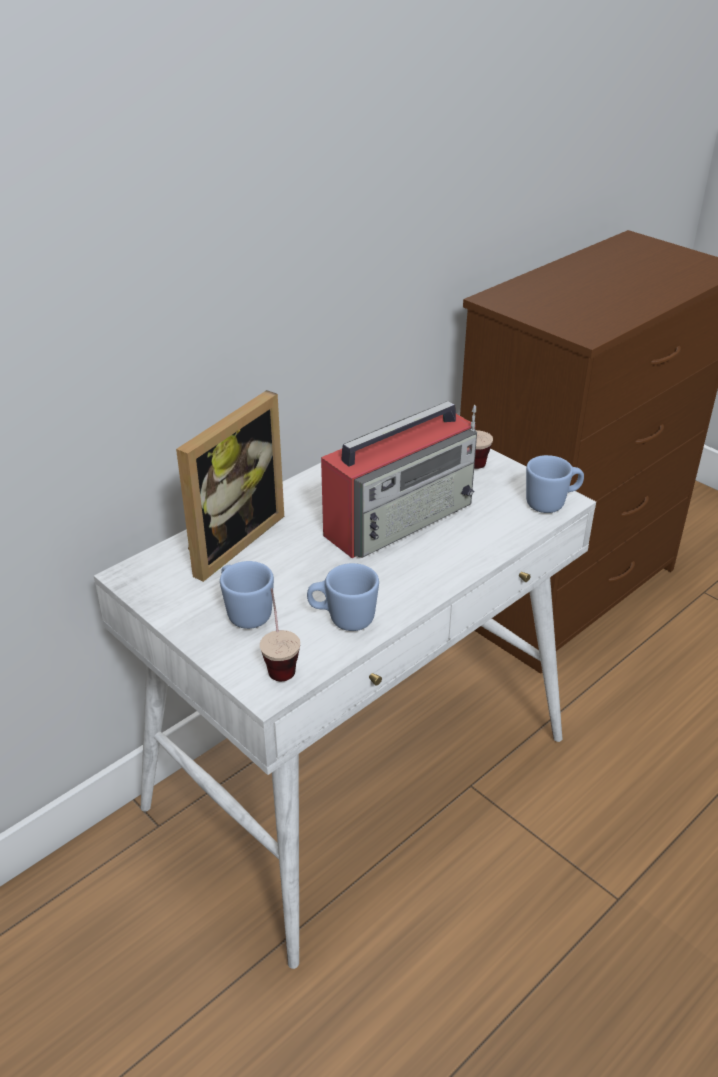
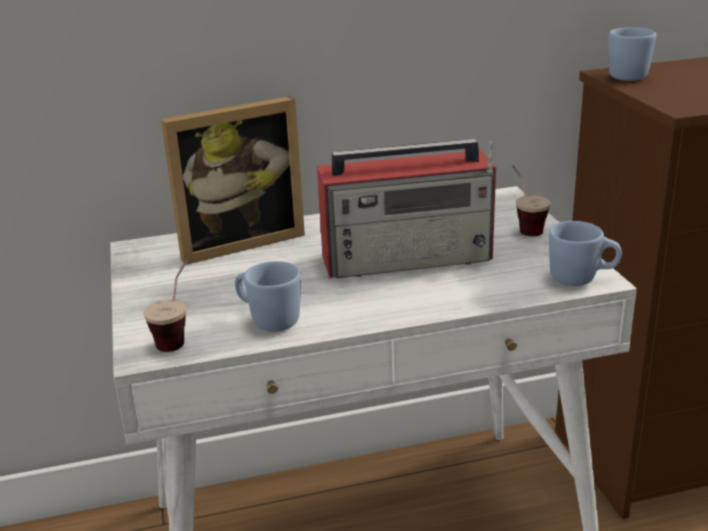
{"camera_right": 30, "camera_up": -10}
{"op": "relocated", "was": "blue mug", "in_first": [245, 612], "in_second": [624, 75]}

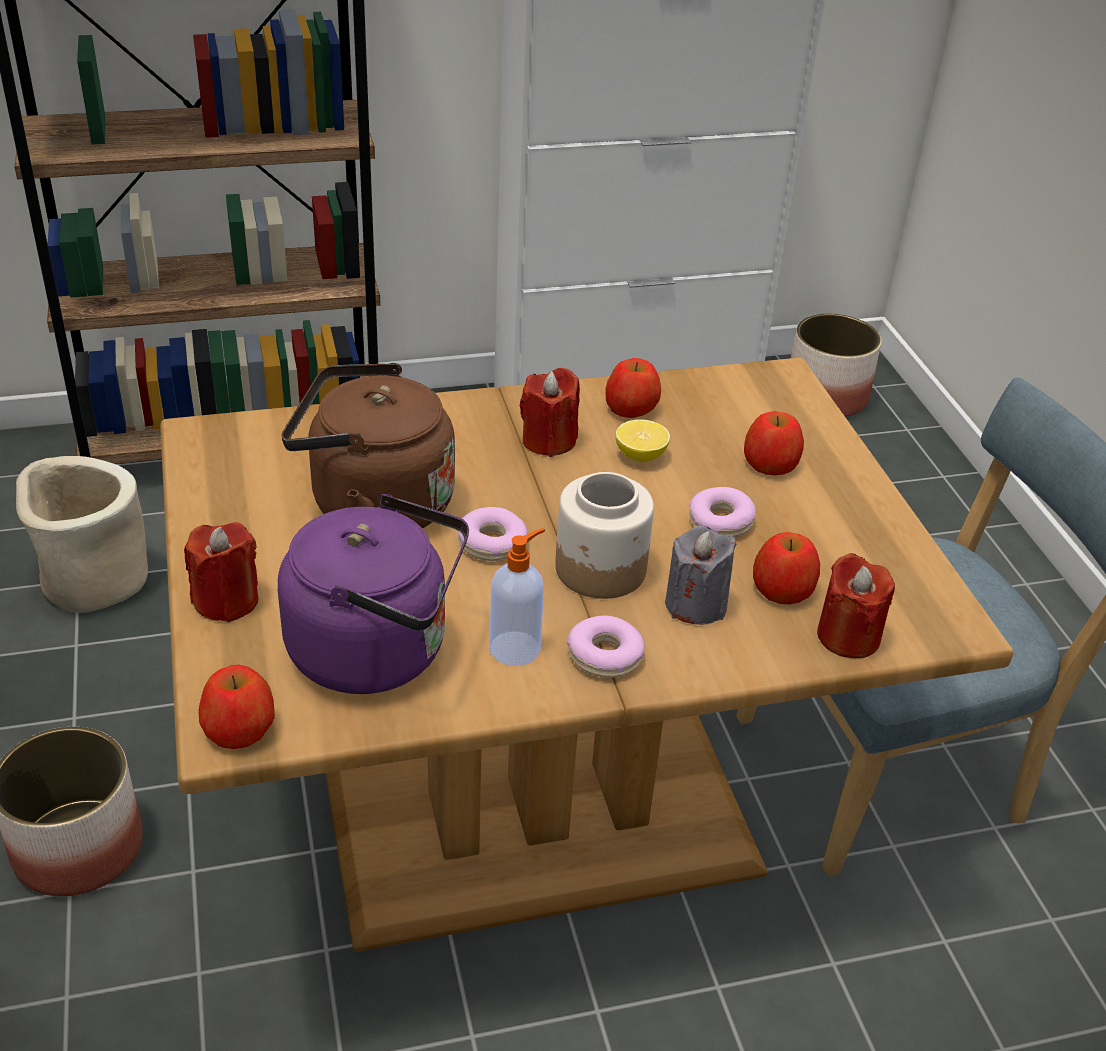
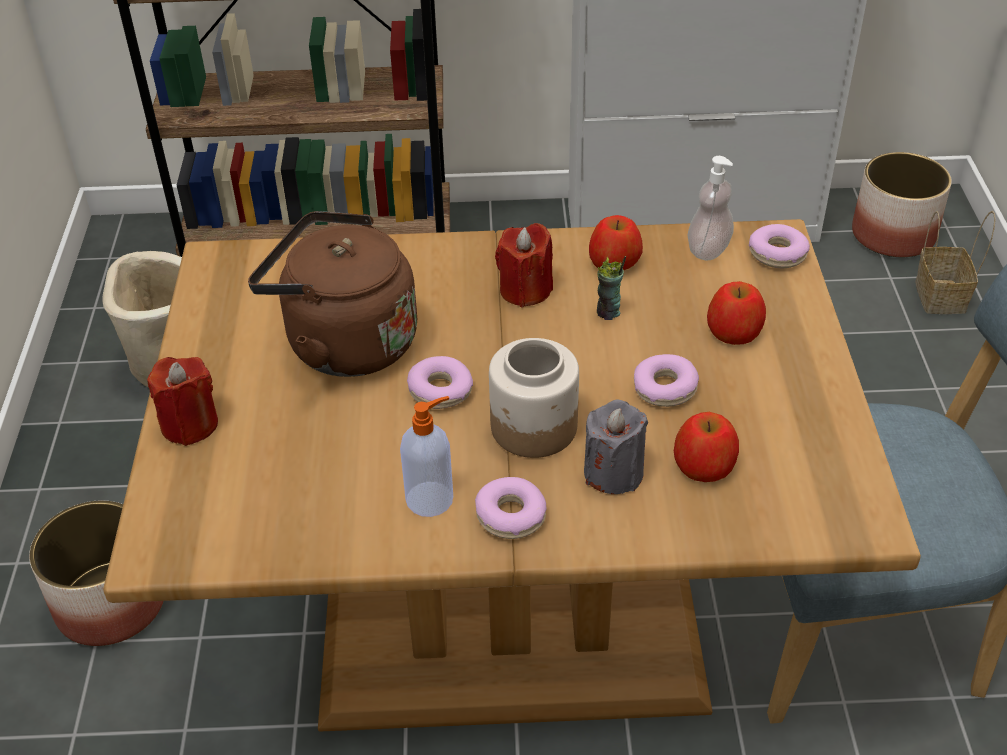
{"camera_right": 15, "camera_up": 5}
{"op": "exchanged", "was": "lemon", "now": "cup", "in_first": [640, 456], "in_second": [608, 313]}
{"op": "appeared", "now": "soap dispenser", "in_second": [708, 249]}
{"op": "appeared", "now": "donut", "in_second": [777, 254]}
{"op": "appeared", "now": "basket", "in_second": [942, 298]}
{"op": "missing", "was": "apple", "in_first": [239, 729]}
{"op": "missing", "was": "purple kettle", "in_first": [378, 651]}
{"op": "missing", "was": "red candle", "in_first": [848, 636]}

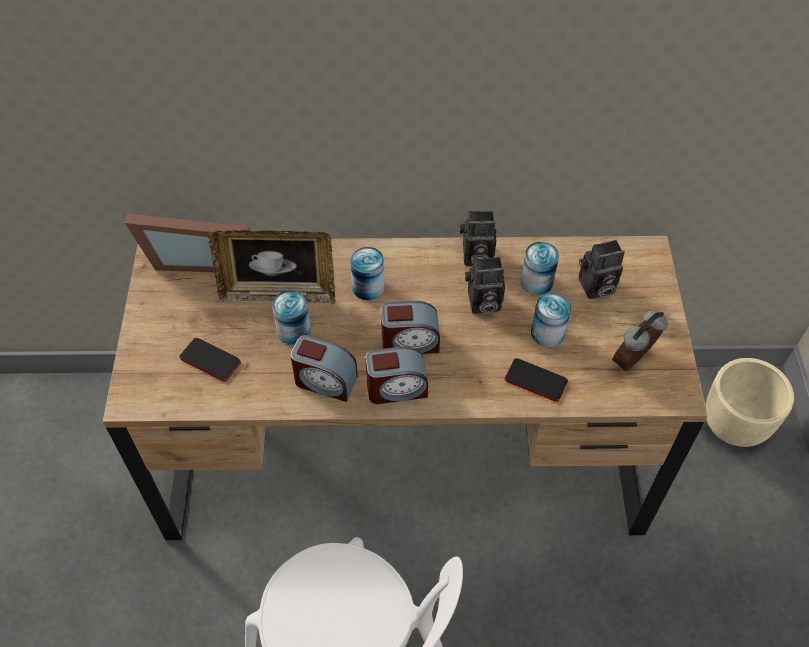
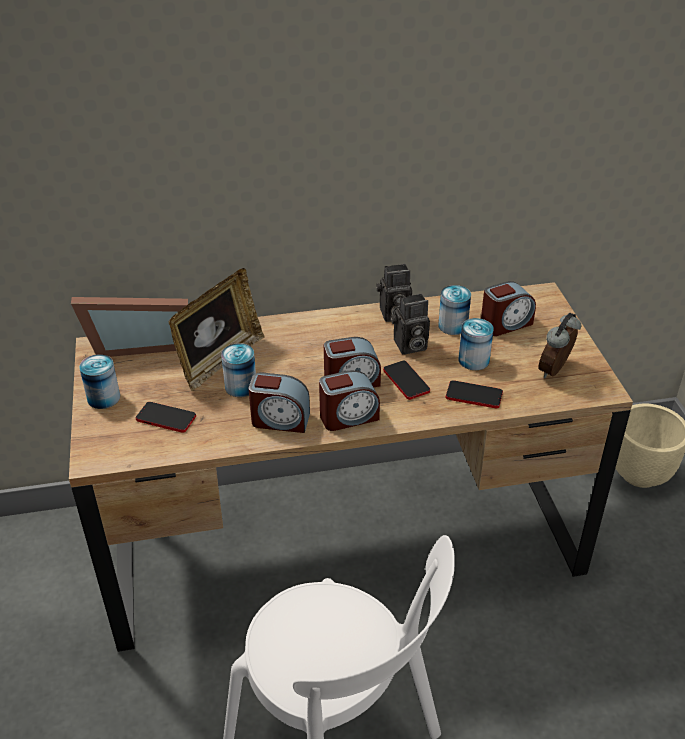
{"camera_right": -10, "camera_up": -15}
{"op": "relocated", "was": "can", "in_first": [368, 287], "in_second": [103, 398]}
{"op": "spun", "was": "picture frame", "in_first": [278, 293], "in_second": [219, 360], "clockwise": -45}
{"op": "appeared", "now": "phone", "in_second": [406, 381]}
{"op": "exchanged", "was": "photo camera", "now": "alarm clock", "in_first": [595, 288], "in_second": [505, 324]}

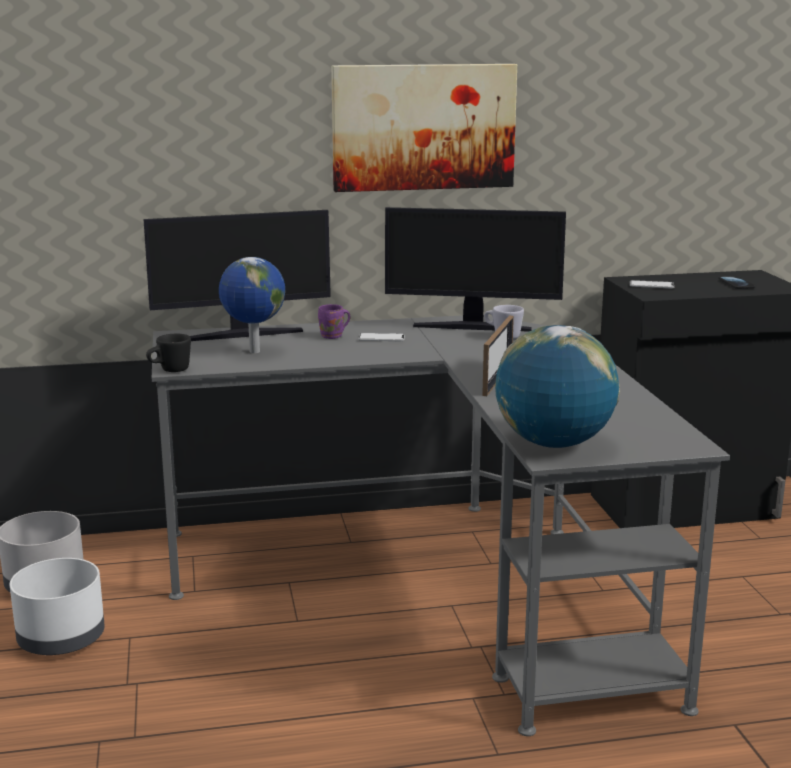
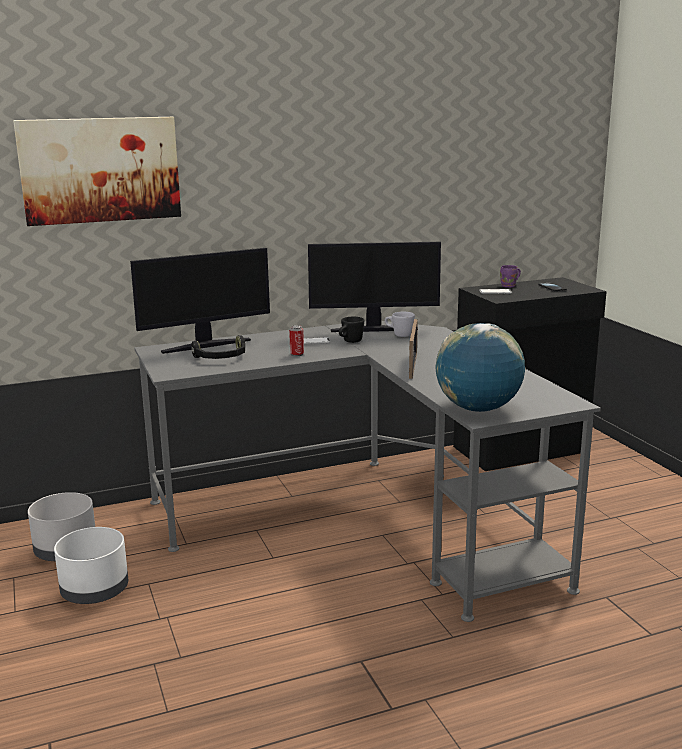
{"camera_right": -10, "camera_up": 0}
{"op": "relocated", "was": "picture", "in_first": [423, 127], "in_second": [100, 170]}
{"op": "exchanged", "was": "globe", "now": "black headphones", "in_first": [253, 352], "in_second": [221, 358]}
{"op": "appeared", "now": "can", "in_second": [297, 354]}
{"op": "relocated", "was": "black mug", "in_first": [169, 370], "in_second": [350, 342]}
{"op": "relocated", "was": "purple mug", "in_first": [333, 336], "in_second": [509, 286]}

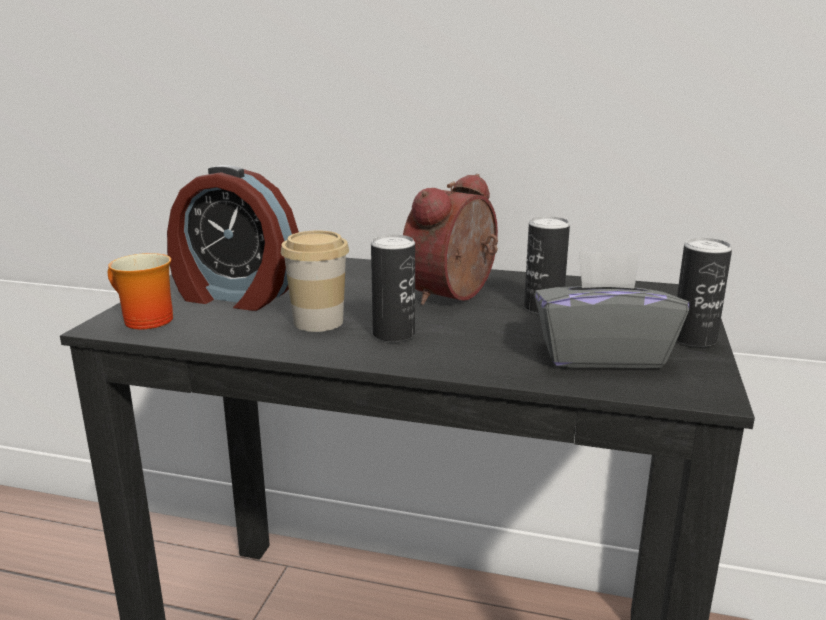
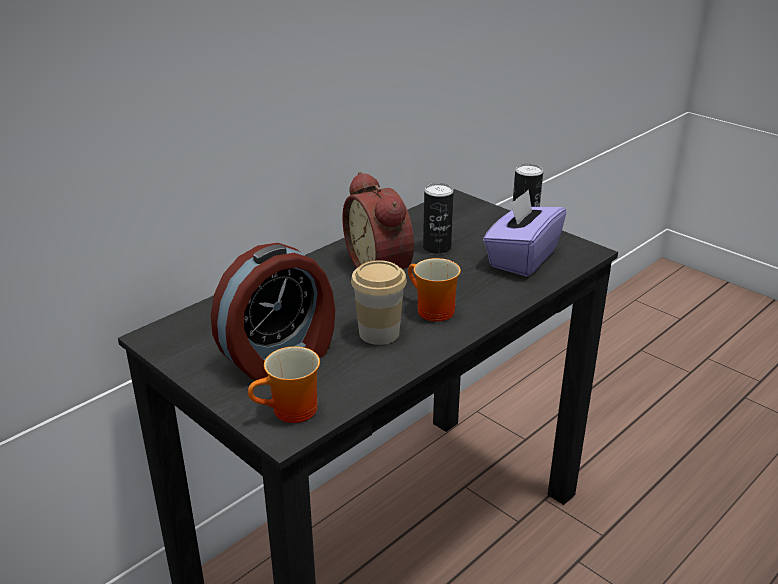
{"camera_right": -60, "camera_up": 10}
{"op": "exchanged", "was": "can", "now": "mug", "in_first": [393, 334], "in_second": [430, 311]}
{"op": "colour", "was": "grey tissue box", "now": "purple tissue box", "in_first": [601, 354], "in_second": [521, 258]}

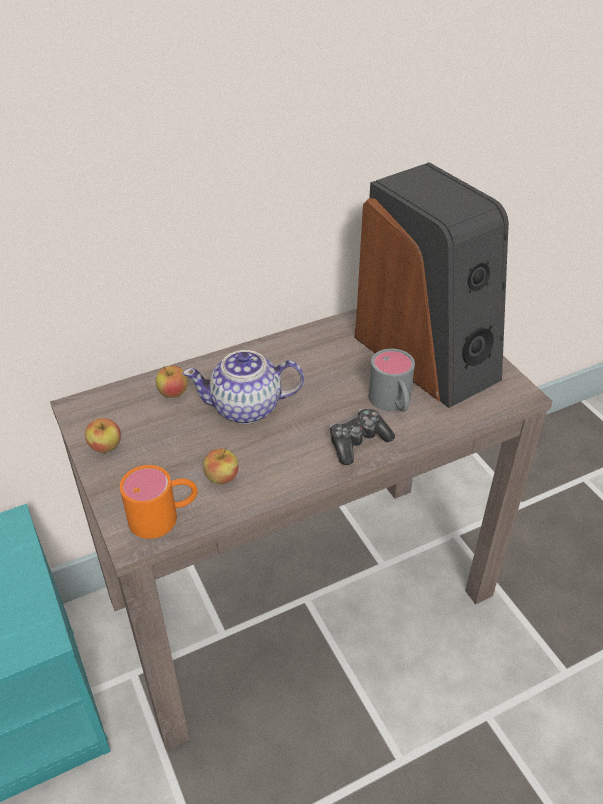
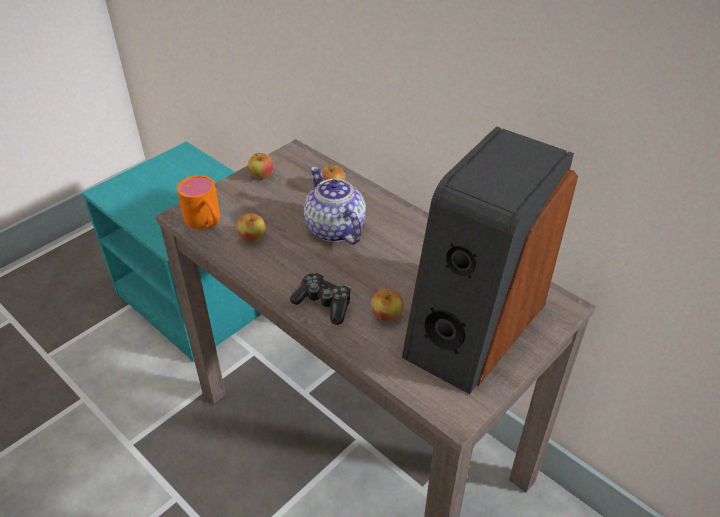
{"camera_right": 70, "camera_up": 0}
{"op": "exchanged", "was": "grey mug", "now": "apple", "in_first": [393, 403], "in_second": [386, 315]}

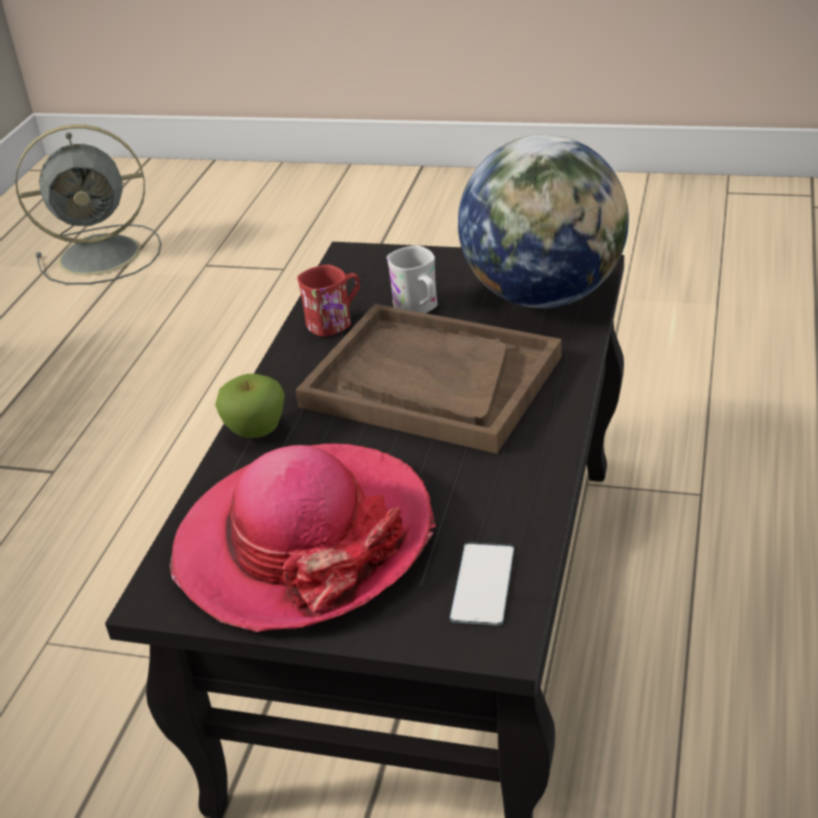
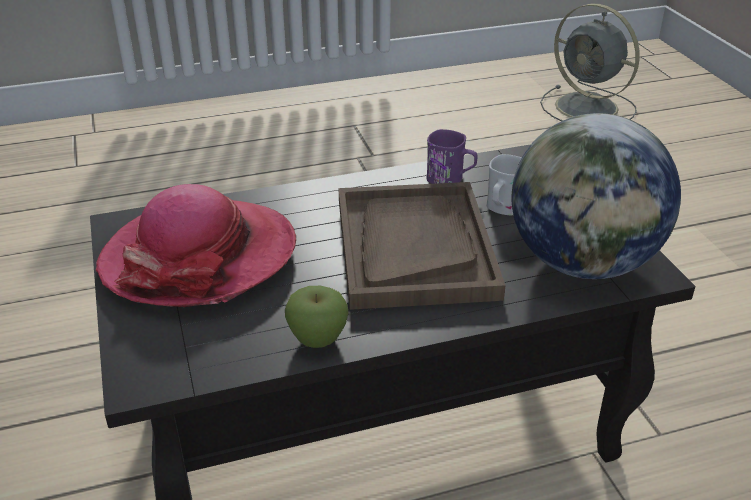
{"camera_right": 55, "camera_up": 0}
{"op": "relocated", "was": "apple", "in_first": [256, 431], "in_second": [318, 339]}
{"op": "colour", "was": "red mug", "now": "purple mug", "in_first": [335, 321], "in_second": [450, 179]}
{"op": "missing", "was": "phone", "in_first": [483, 584]}

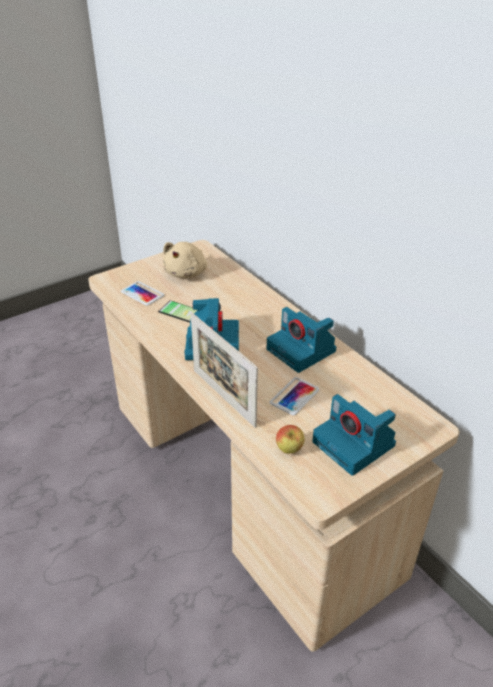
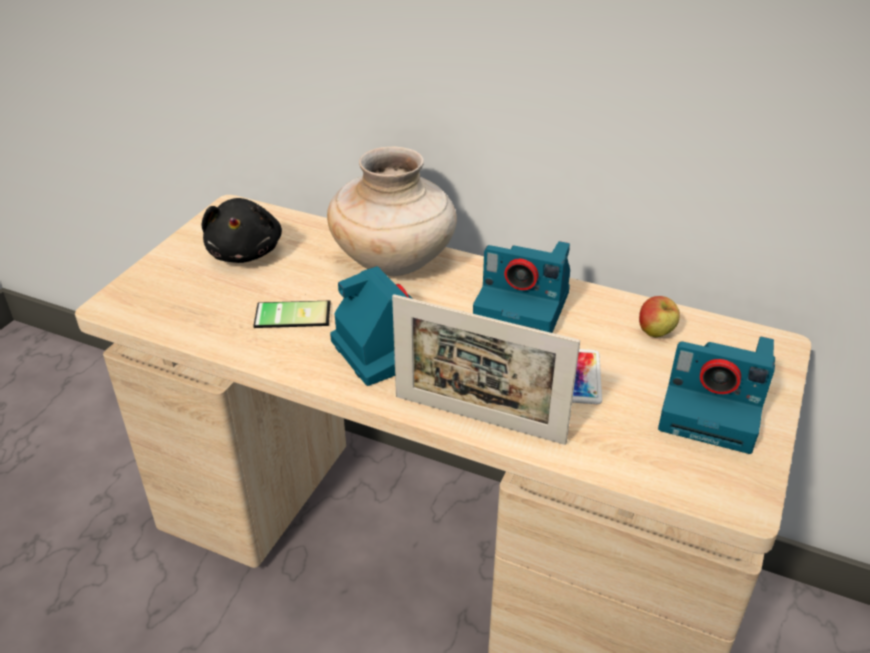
{"camera_right": -30, "camera_up": 0}
{"op": "colour", "was": "beige plush toy", "now": "black plush toy", "in_first": [187, 273], "in_second": [245, 252]}
{"op": "appeared", "now": "beige vase", "in_second": [395, 262]}
{"op": "relocated", "was": "apple", "in_first": [289, 450], "in_second": [655, 333]}
{"op": "missing", "was": "phone", "in_first": [142, 293]}

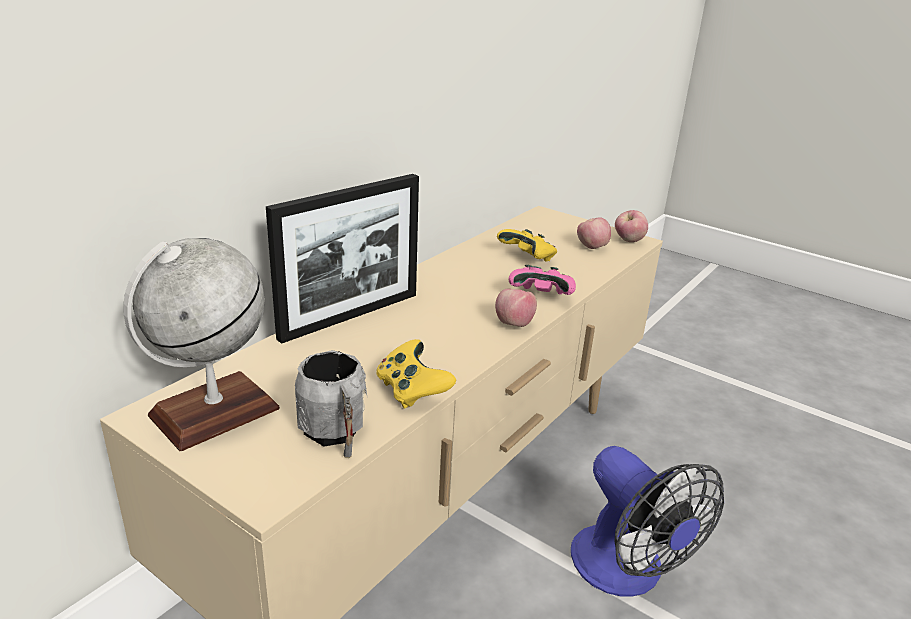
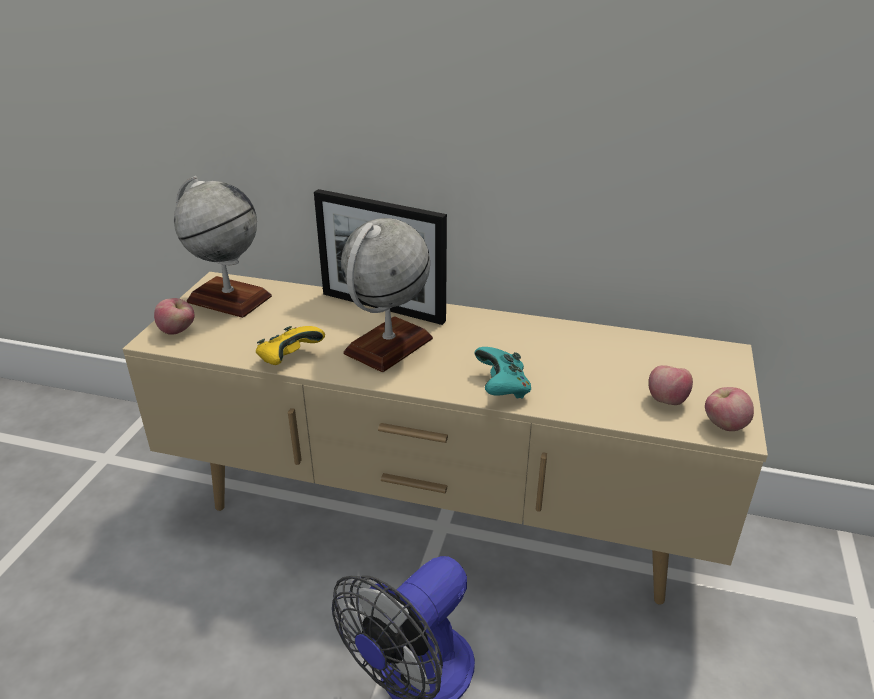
{"camera_right": 70, "camera_up": 5}
{"op": "relocated", "was": "apple", "in_first": [514, 324], "in_second": [178, 331]}
{"op": "appeared", "now": "globe", "in_second": [388, 346]}
{"op": "colour", "was": "pink game controller", "now": "turquoise game controller", "in_first": [541, 296], "in_second": [502, 388]}
{"op": "missing", "was": "grey mug", "in_first": [335, 435]}
{"op": "missing", "was": "yellow game controller", "in_first": [528, 259]}

